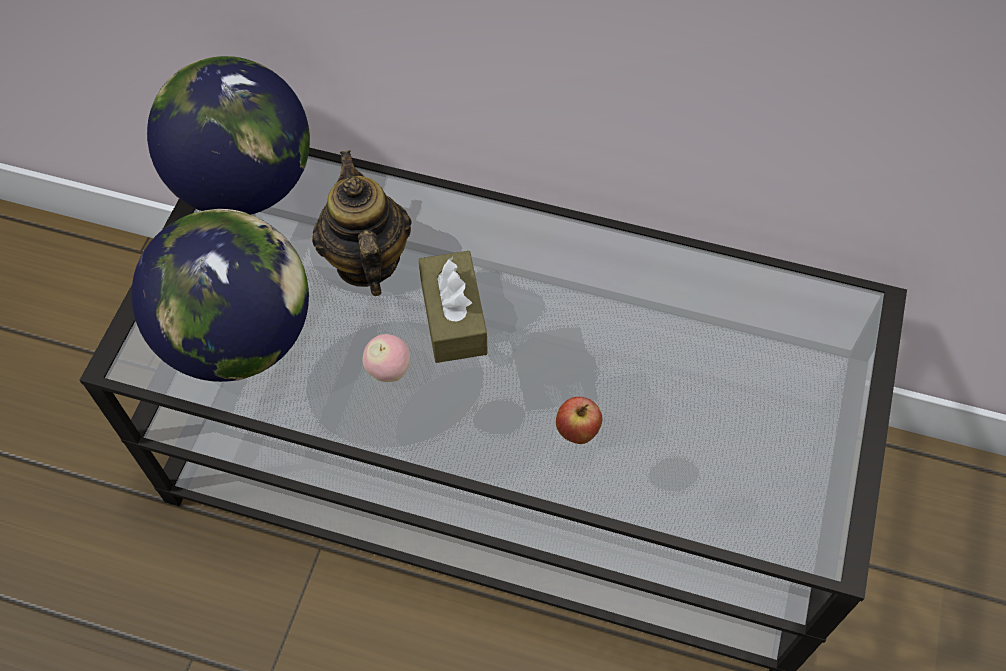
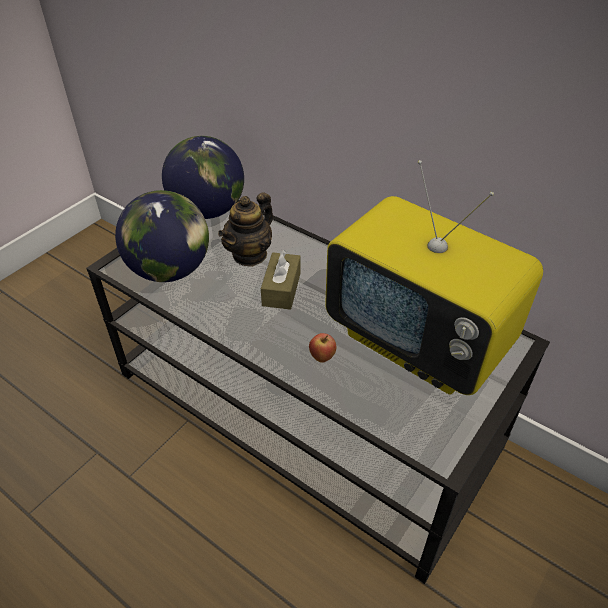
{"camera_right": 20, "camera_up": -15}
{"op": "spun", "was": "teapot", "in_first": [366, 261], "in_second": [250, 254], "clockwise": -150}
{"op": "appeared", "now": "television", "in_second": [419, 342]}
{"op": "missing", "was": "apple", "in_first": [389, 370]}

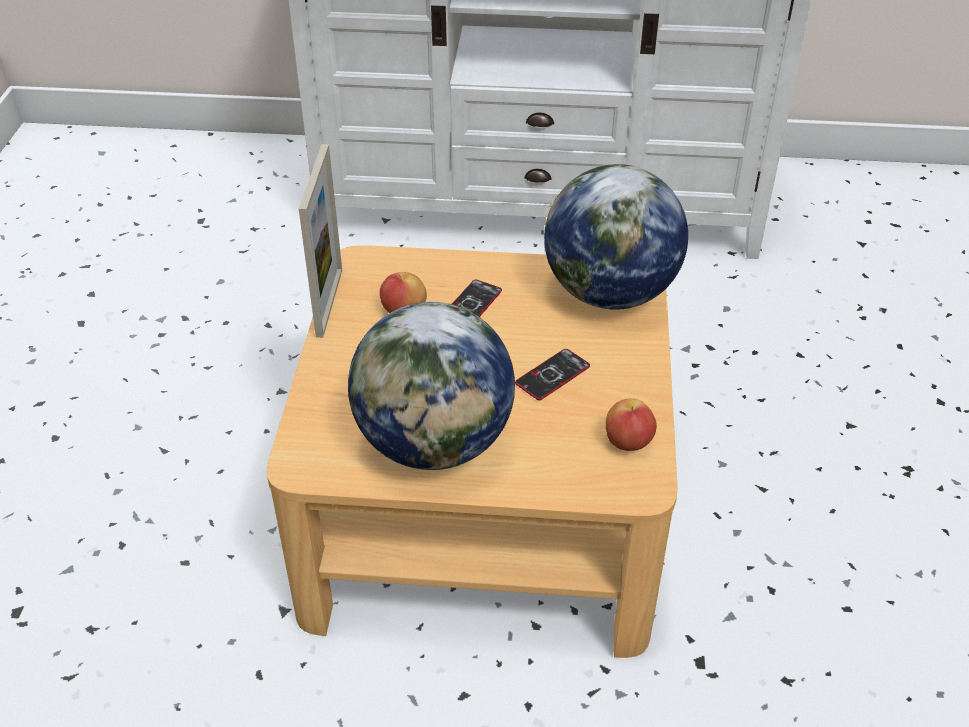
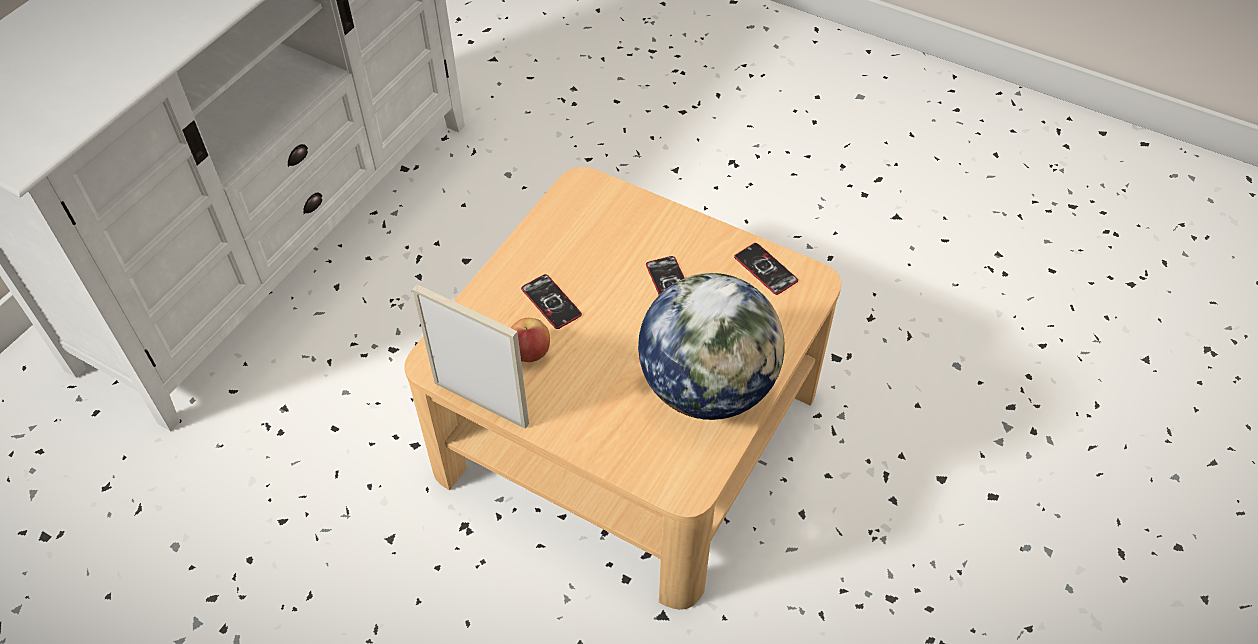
{"camera_right": -65, "camera_up": 10}
{"op": "exchanged", "was": "apple", "now": "phone", "in_first": [628, 442], "in_second": [765, 269]}
{"op": "missing", "was": "globe", "in_first": [609, 294]}

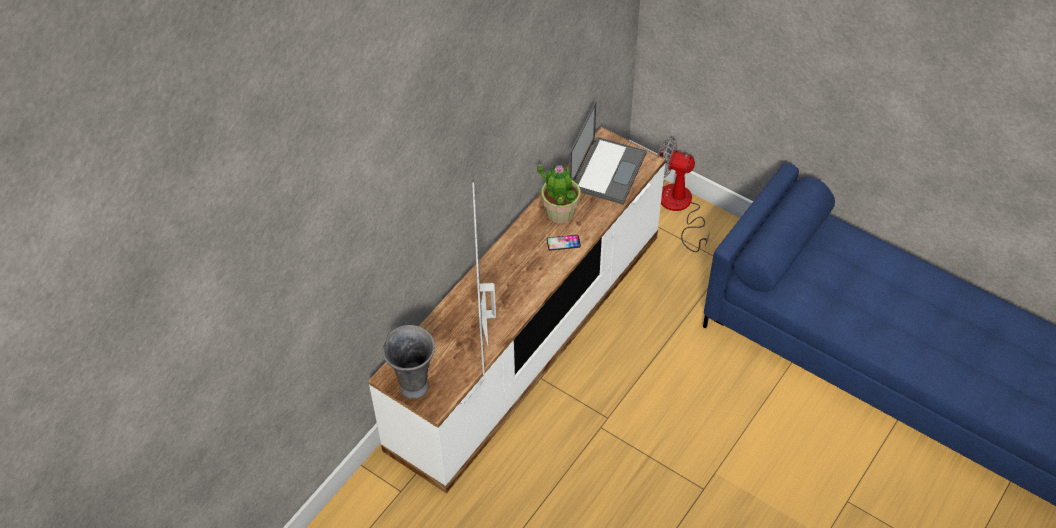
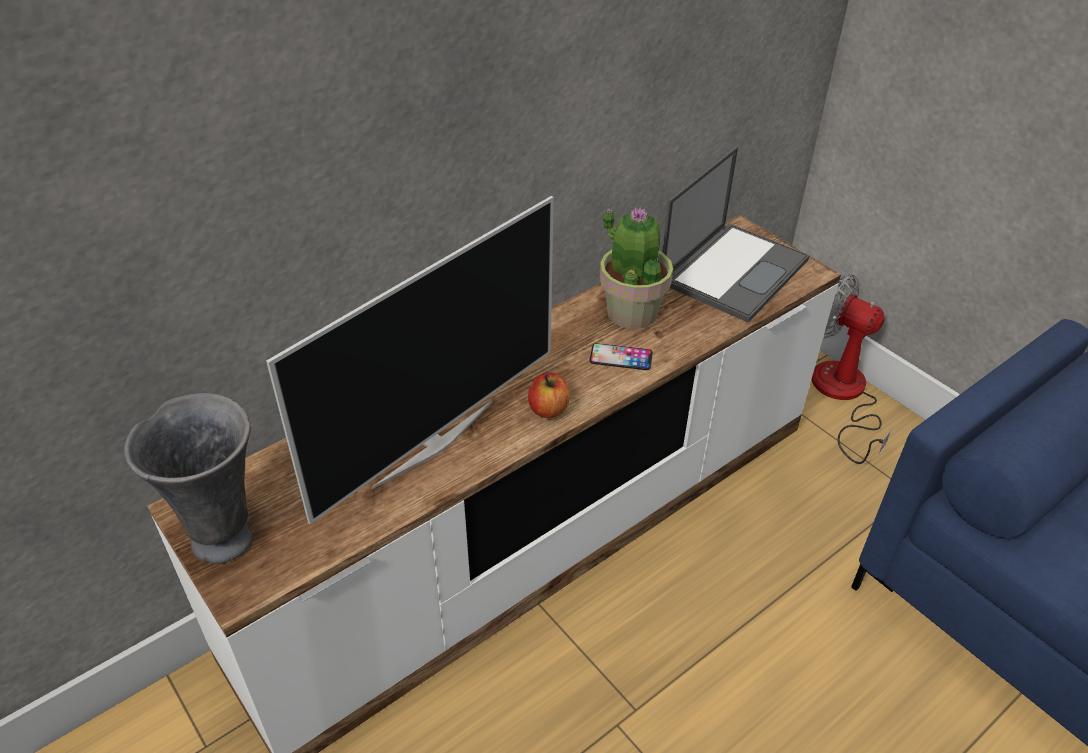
{"camera_right": 15, "camera_up": -10}
{"op": "spun", "was": "television", "in_first": [488, 314], "in_second": [432, 442], "clockwise": -150}
{"op": "appeared", "now": "apple", "in_second": [548, 409]}

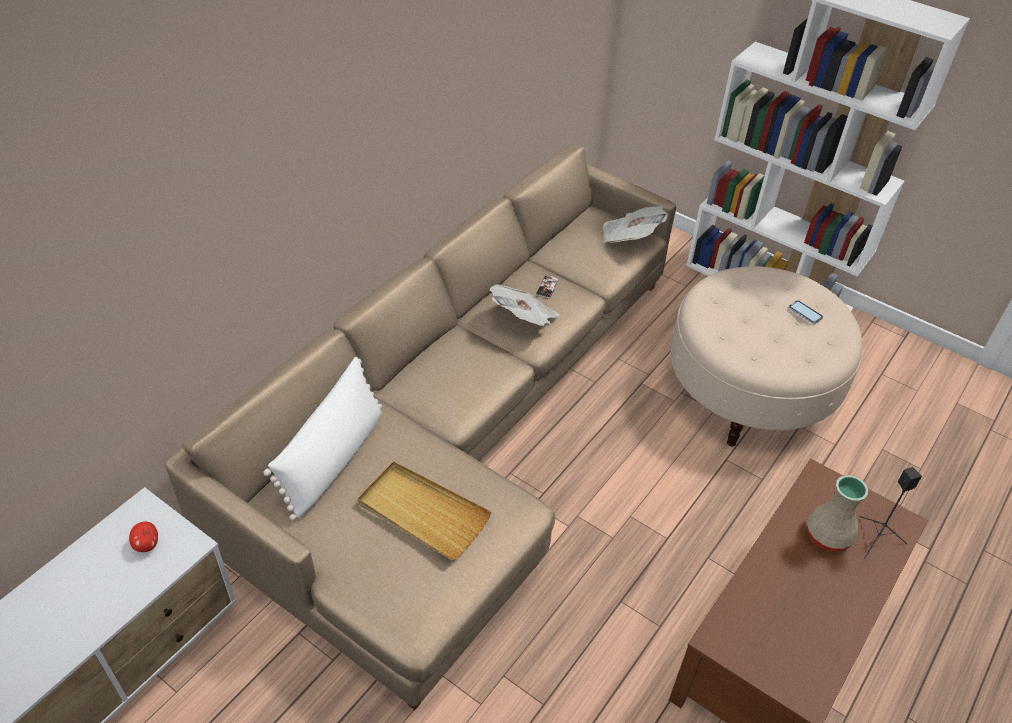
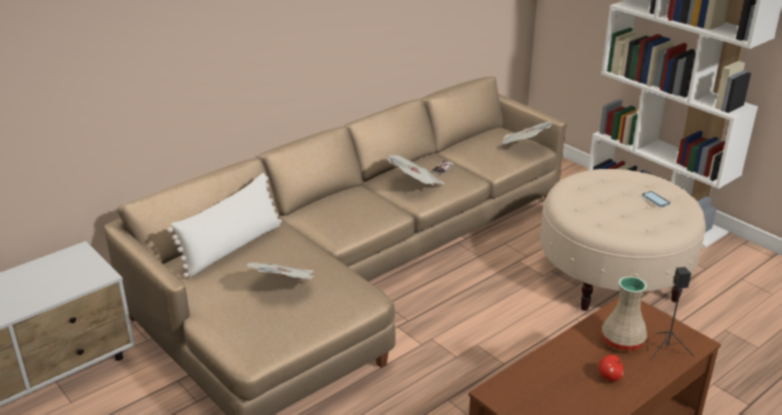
{"camera_right": 15, "camera_up": -15}
{"op": "exchanged", "was": "beige tray", "now": "newspaper", "in_first": [422, 513], "in_second": [285, 285]}
{"op": "relocated", "was": "apple", "in_first": [147, 545], "in_second": [609, 377]}

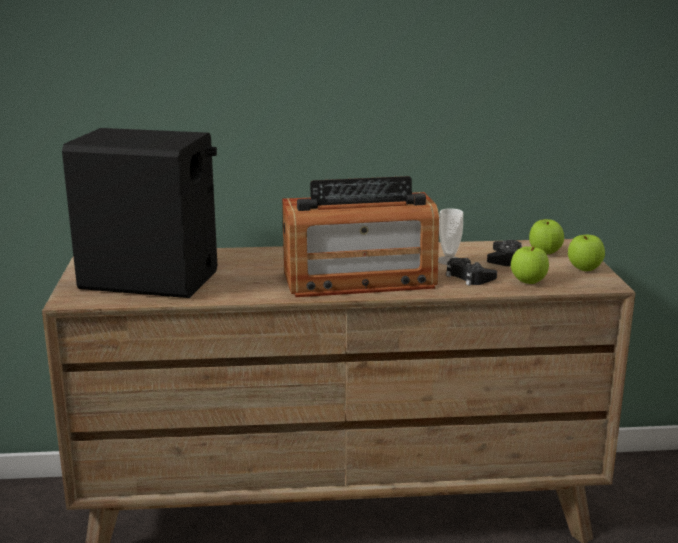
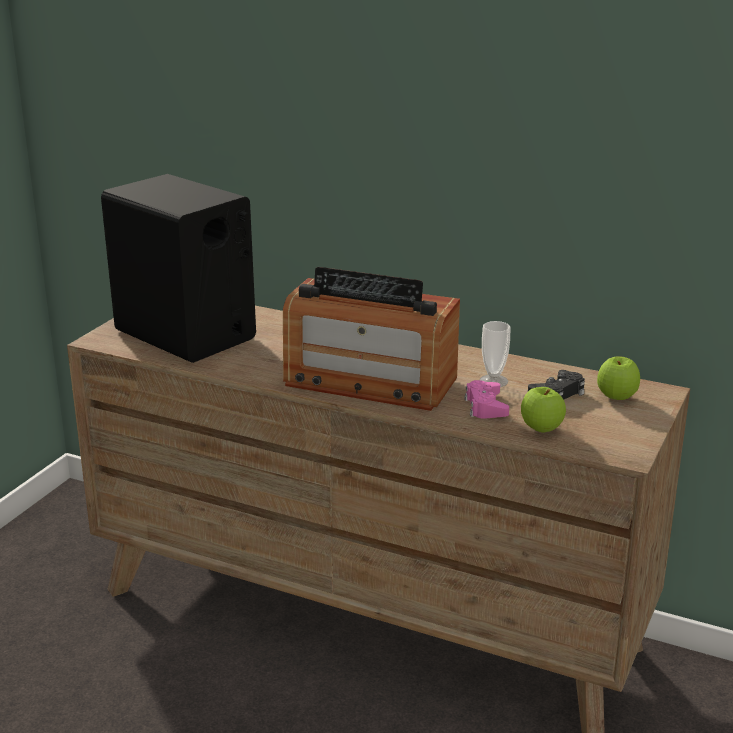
{"camera_right": 30, "camera_up": 5}
{"op": "colour", "was": "black game controller", "now": "pink game controller", "in_first": [469, 277], "in_second": [485, 406]}
{"op": "missing", "was": "apple", "in_first": [584, 269]}

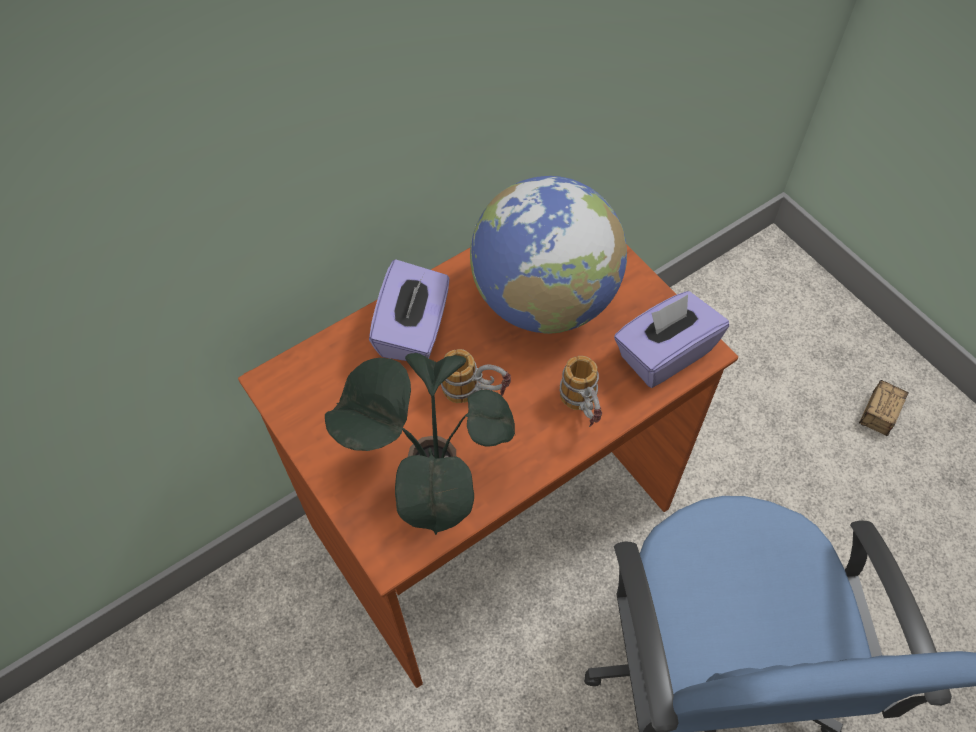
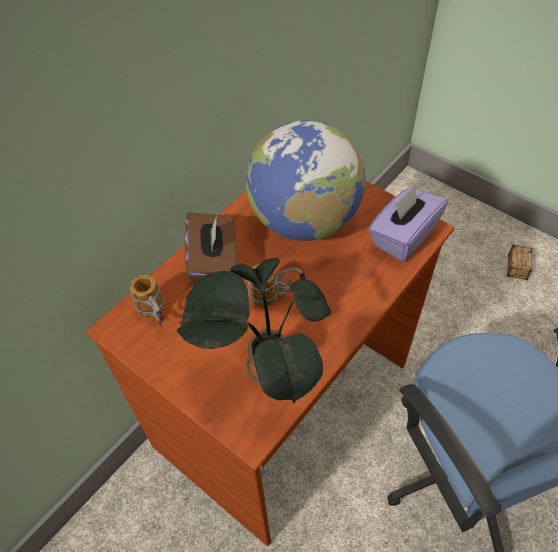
{"camera_right": -15, "camera_up": -5}
{"op": "relocated", "was": "mug", "in_first": [583, 409], "in_second": [156, 317]}
{"op": "colour", "was": "purple tissue box", "now": "brown tissue box", "in_first": [414, 331], "in_second": [215, 264]}

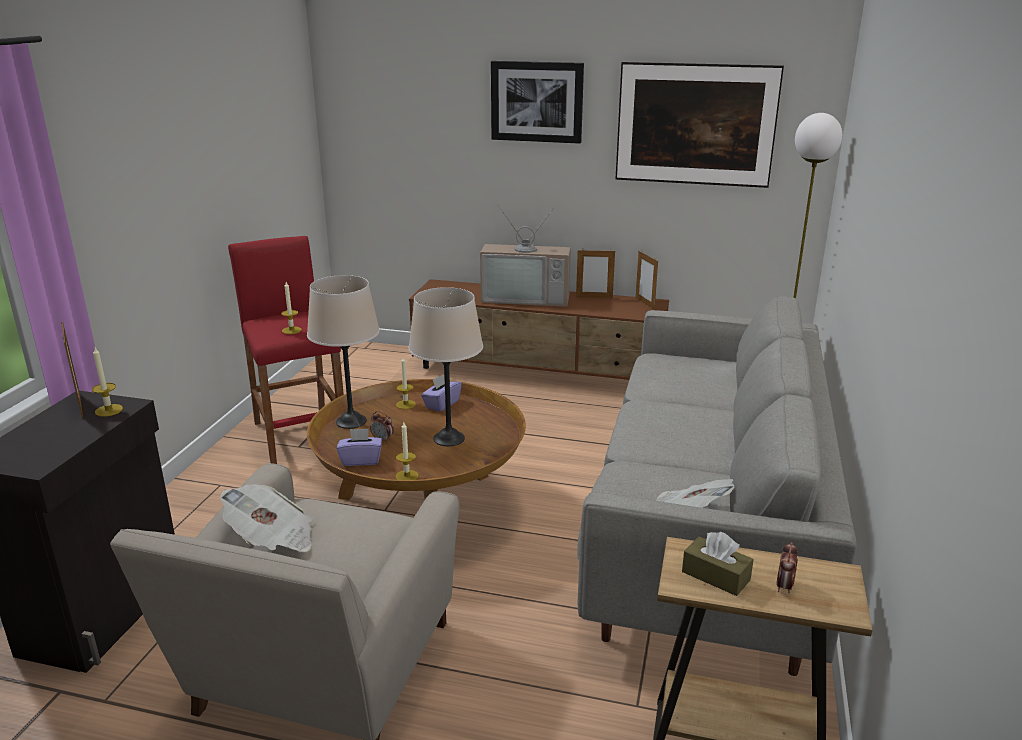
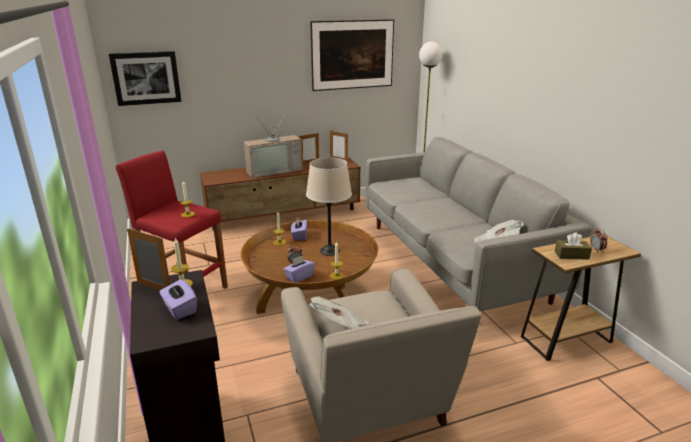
{"camera_right": -35, "camera_up": 0}
{"op": "relocated", "was": "picture", "in_first": [536, 102], "in_second": [146, 78]}
{"op": "appeared", "now": "purple tissue box", "in_second": [179, 309]}
{"op": "missing", "was": "beige table lamp", "in_first": [351, 421]}

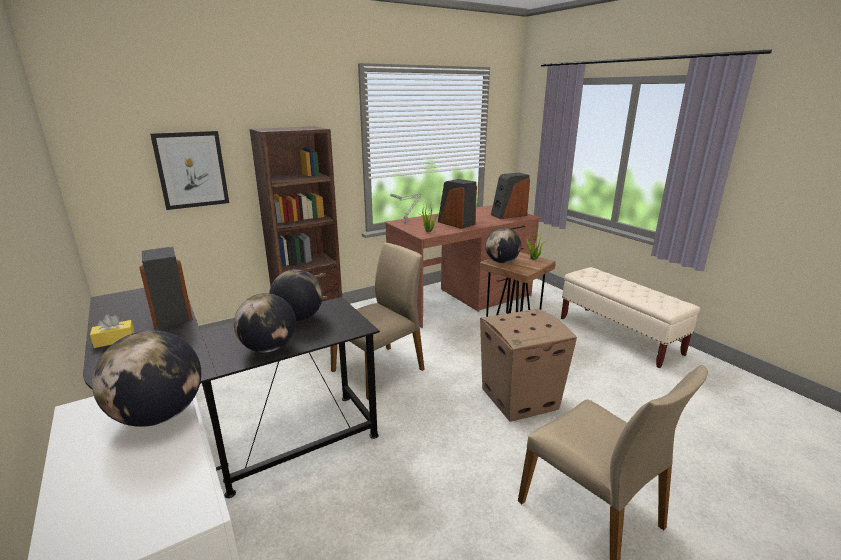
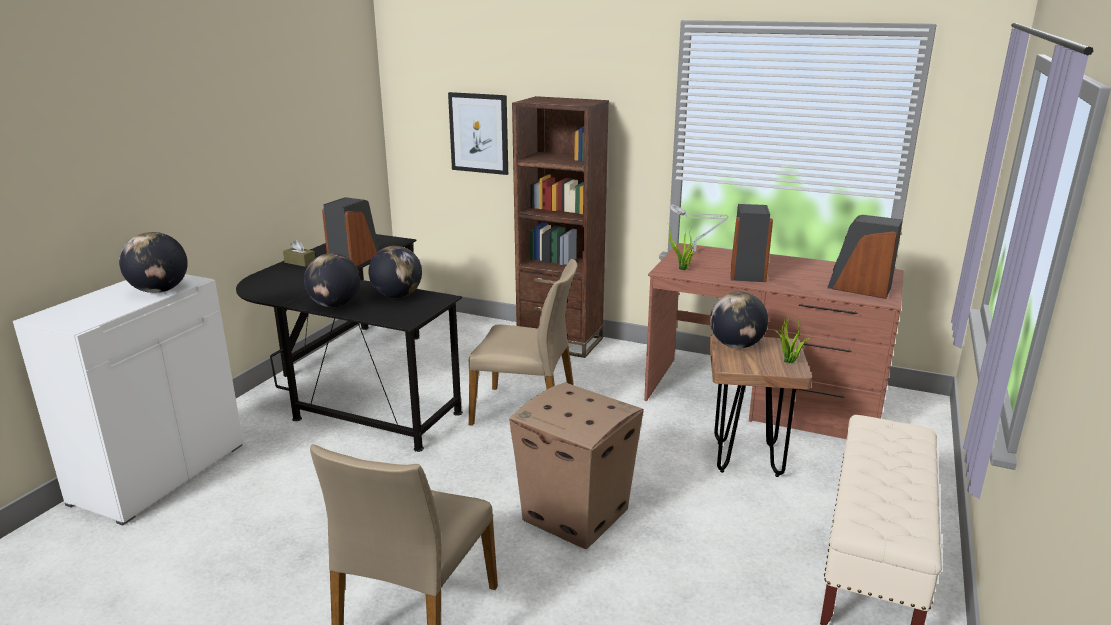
{"camera_right": 55, "camera_up": 0}
{"op": "colour", "was": "yellow tissue box", "now": "brown tissue box", "in_first": [114, 340], "in_second": [300, 262]}

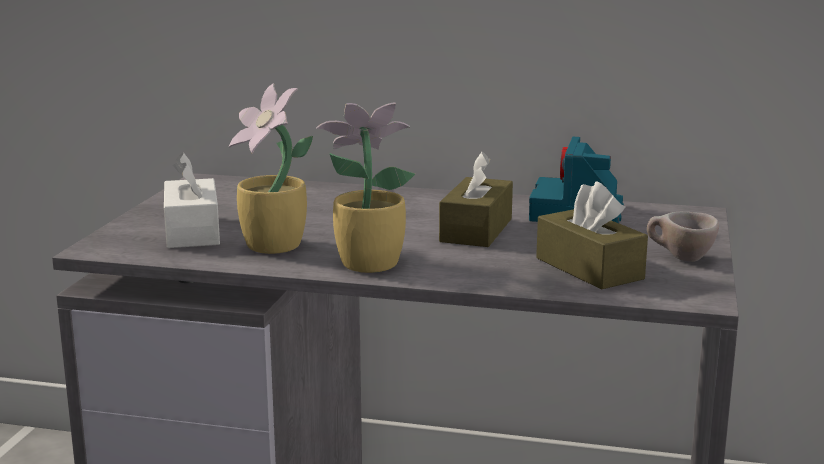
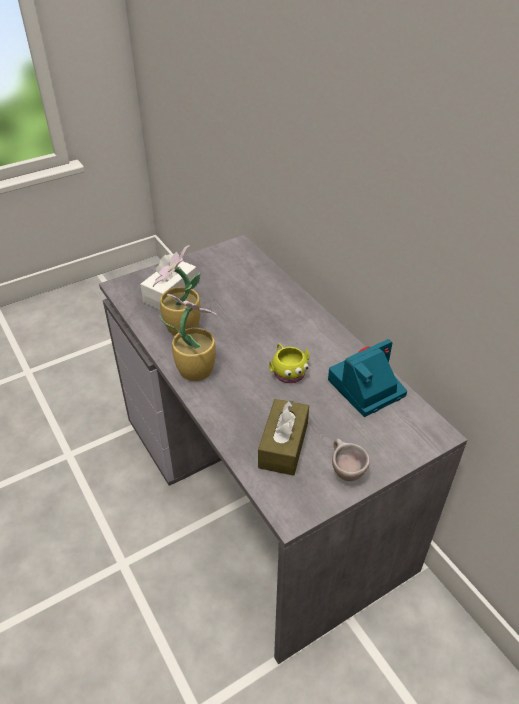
{"camera_right": 45, "camera_up": 25}
{"op": "exchanged", "was": "brown tissue box", "now": "yellow mug", "in_first": [476, 230], "in_second": [287, 371]}

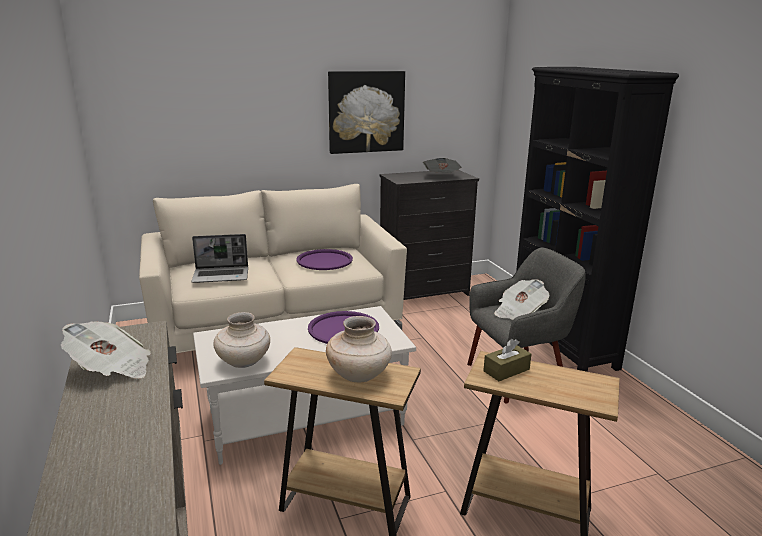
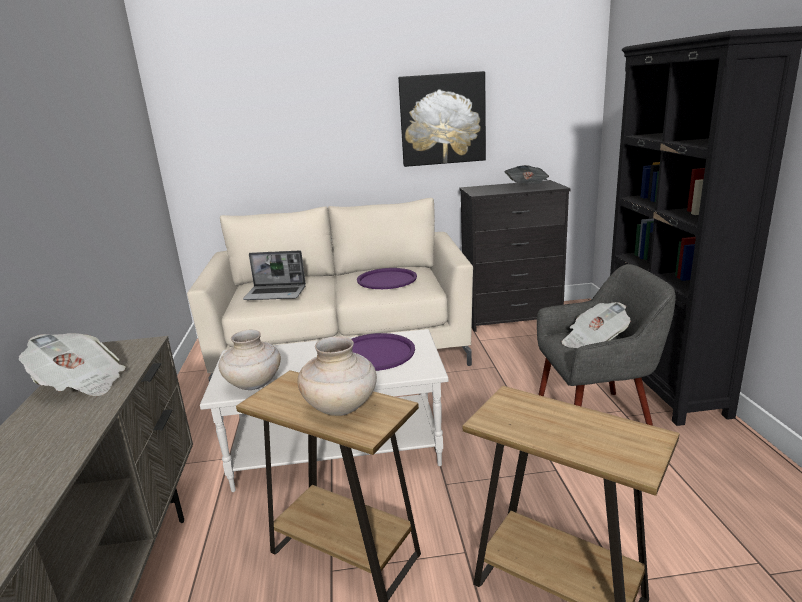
{"camera_right": 15, "camera_up": 0}
{"op": "missing", "was": "brown tissue box", "in_first": [506, 370]}

